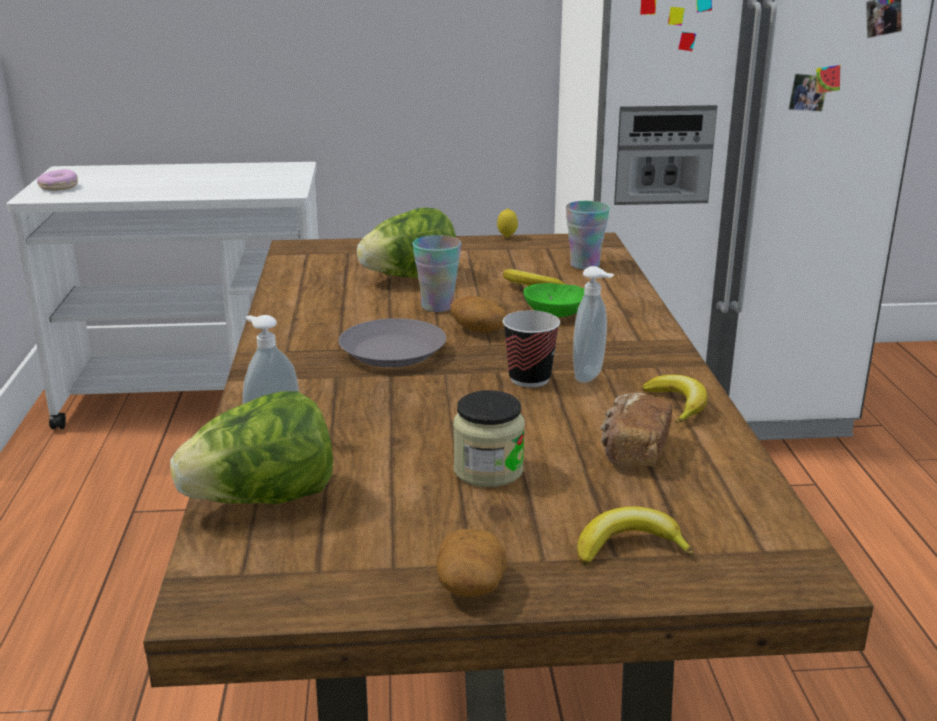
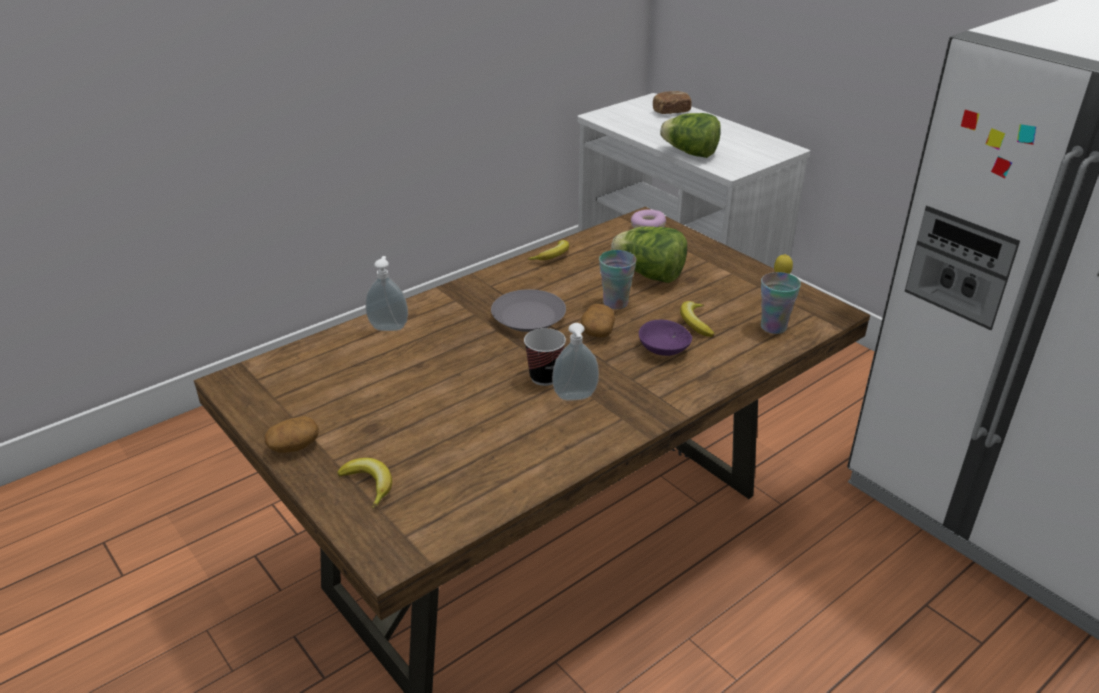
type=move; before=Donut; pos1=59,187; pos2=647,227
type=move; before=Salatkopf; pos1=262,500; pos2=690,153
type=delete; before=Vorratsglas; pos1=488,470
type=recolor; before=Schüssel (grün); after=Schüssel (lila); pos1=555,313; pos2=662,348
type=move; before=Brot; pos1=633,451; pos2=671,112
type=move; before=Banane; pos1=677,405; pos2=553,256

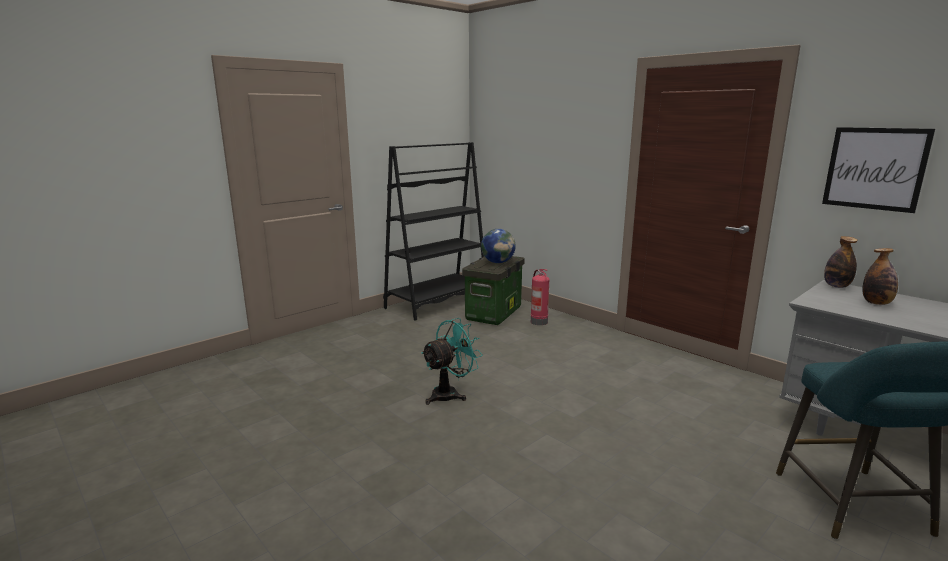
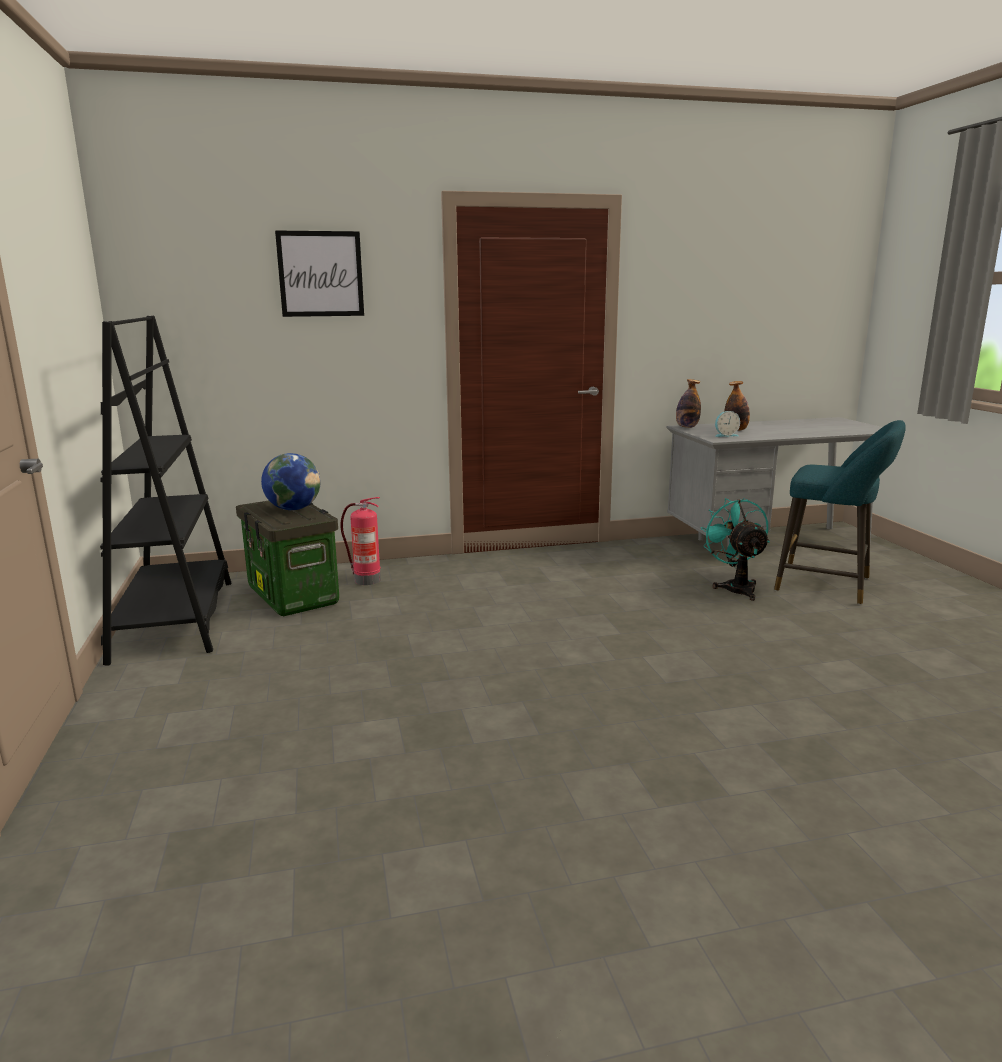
type=move; before=Ventilator (türkis); pos1=450,394; pos2=735,587
type=move; before=Bild; pos1=875,168; pos2=320,274
type=insert; after=Wecker; pos2=725,435

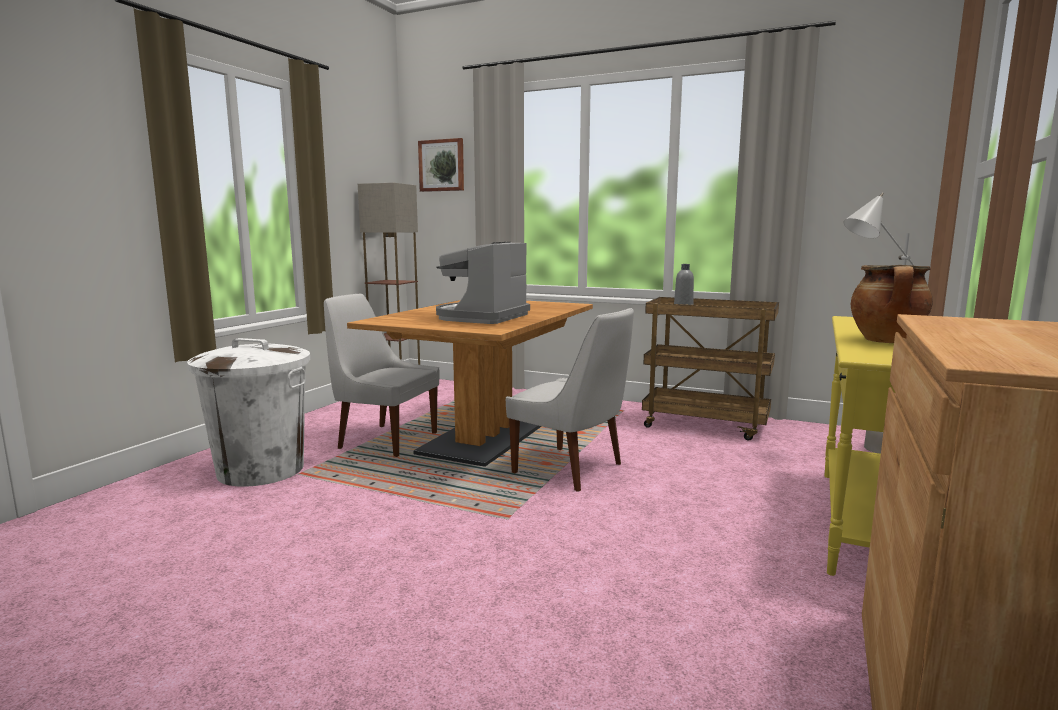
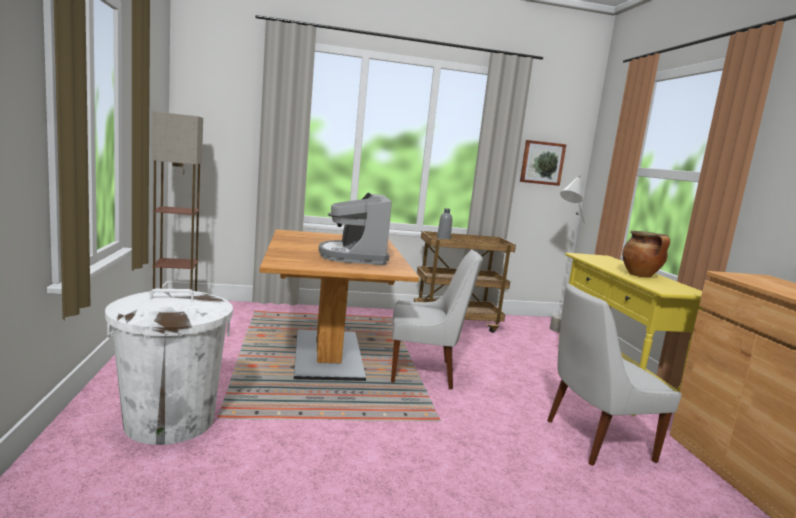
type=move; before=Stuhl (weiß); pos1=385,440; pos2=594,440
type=move; before=Bild; pos1=442,165; pos2=542,163

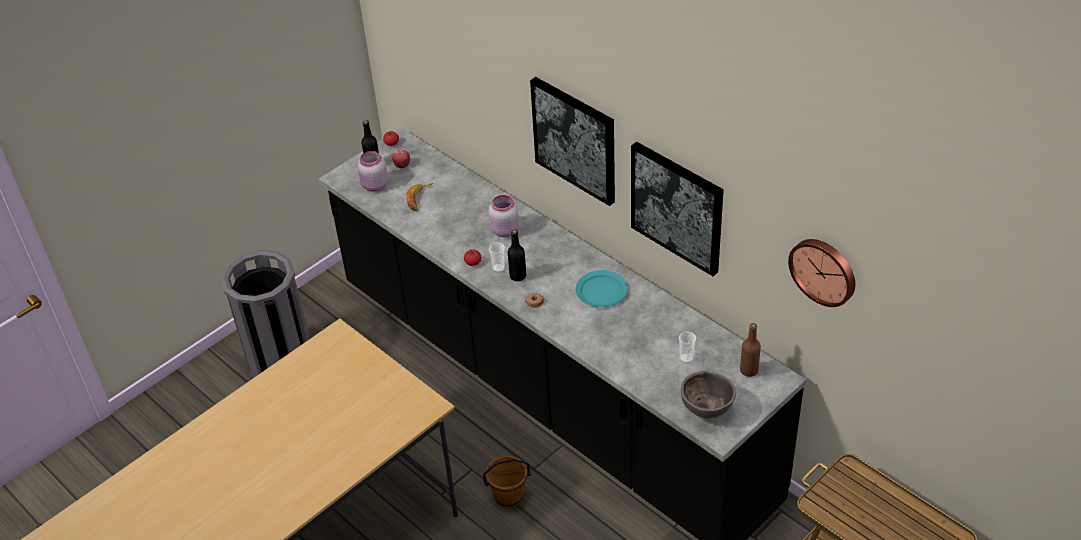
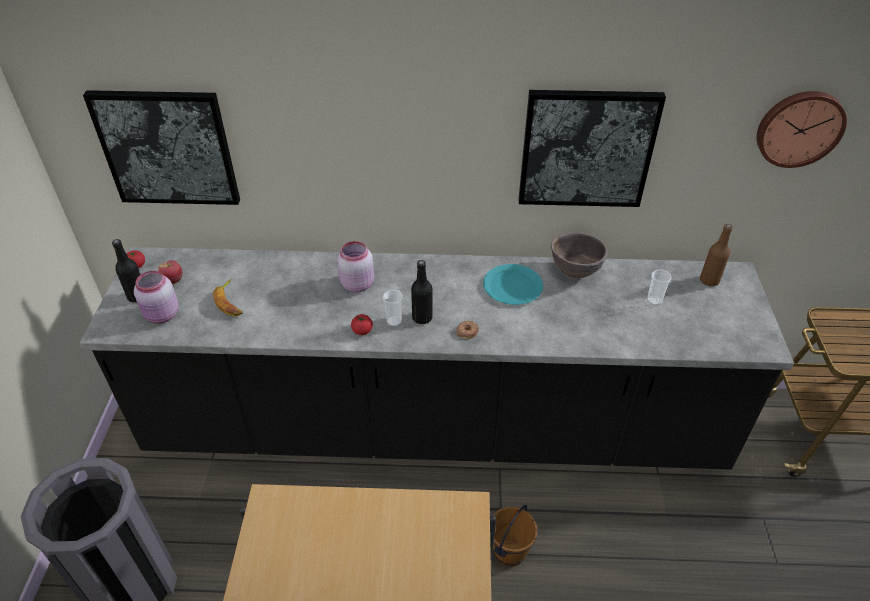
type=move; before=Bild; pos1=575,139; pos2=167,148
type=move; before=Schüssel (braun); pos1=706,410; pos2=575,272

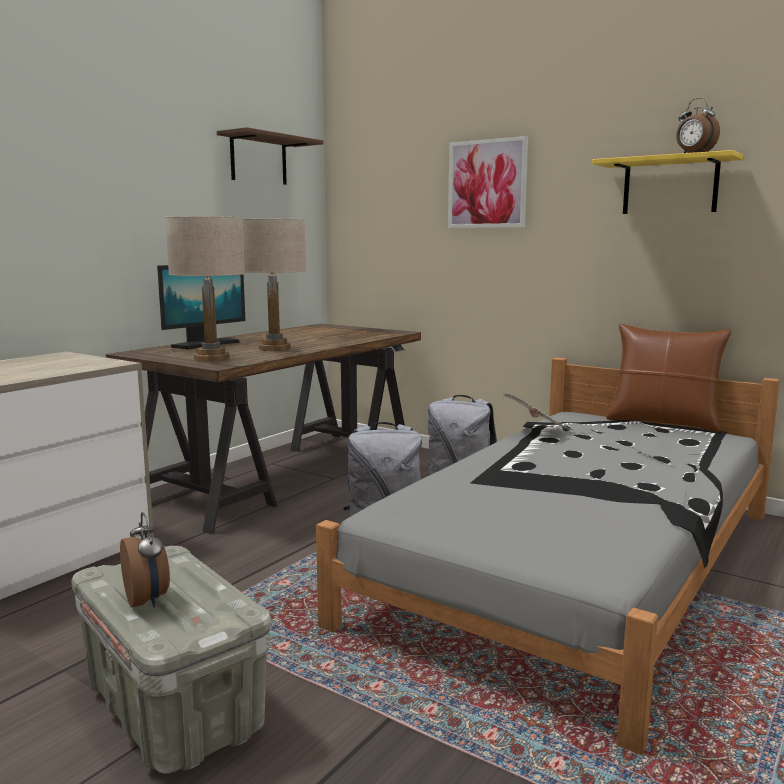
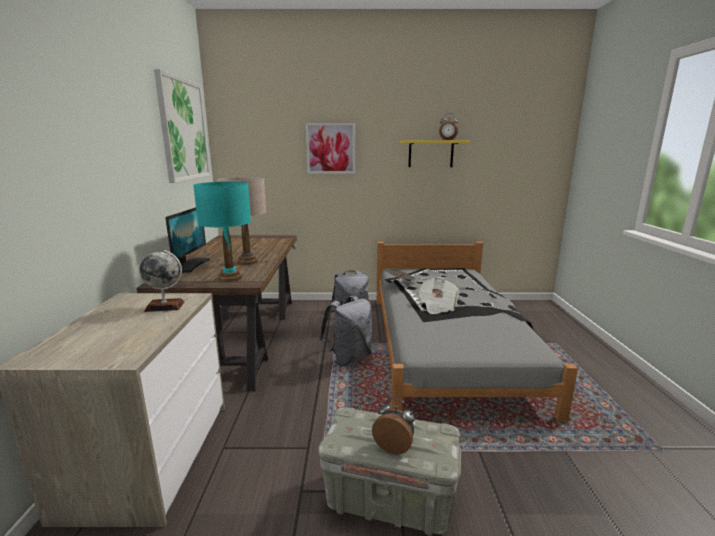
type=recolor; before=Tischlampe (beige); after=Tischlampe (türkis); pos1=212,359; pos2=230,278
type=replace; before=Wandregal (braun); after=Bild; pos1=258,160; pos2=184,130
type=delete; before=Kissen (braun); pos1=663,422
type=insert; after=Globus; pos2=165,306
type=insert; after=Zeitung; pos2=437,306

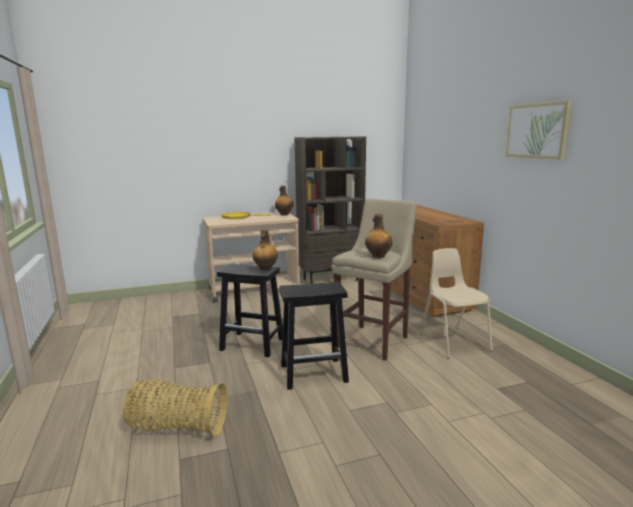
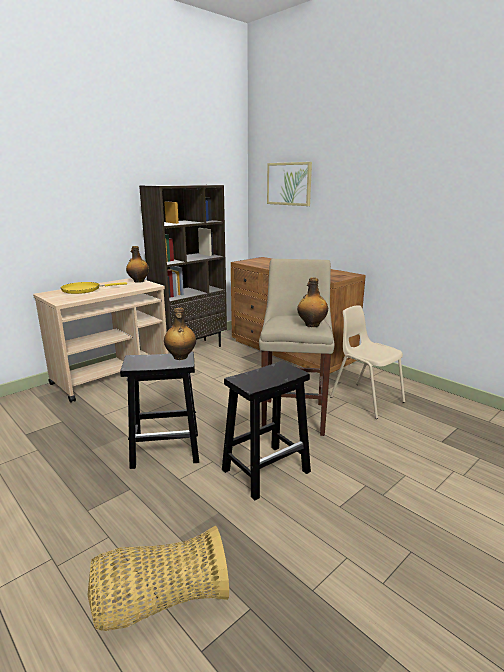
type=move; before=Bild; pos1=537,130; pos2=289,184

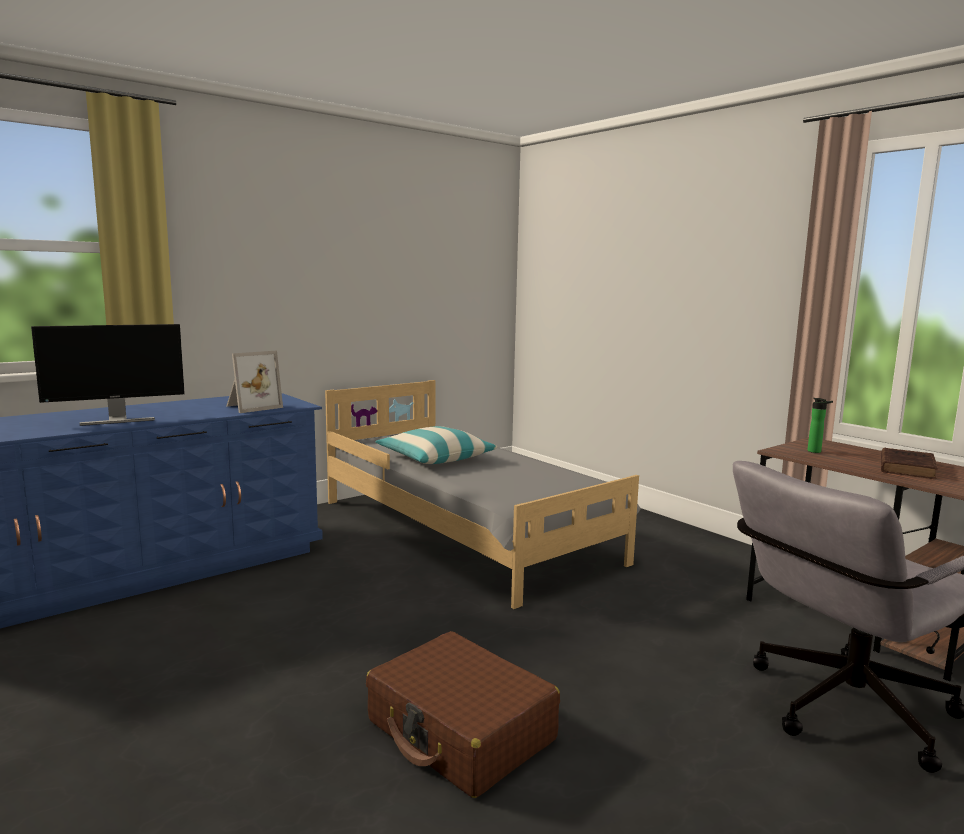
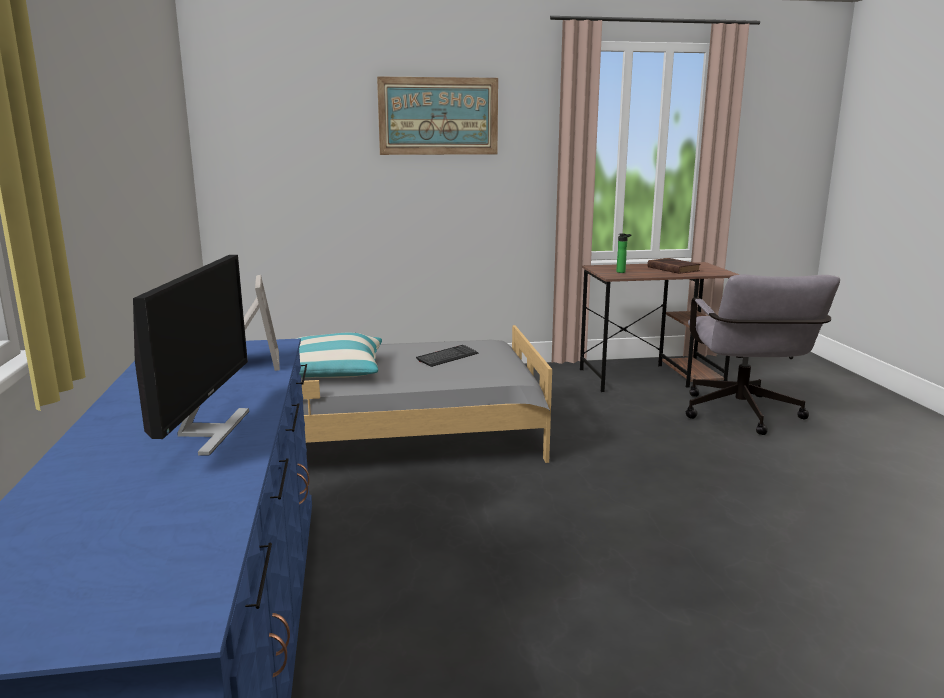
type=delete; before=Koffer (braun); pos1=461,731
type=insert; after=Bild; pos2=438,116
type=insert; after=Tastatur; pos2=447,357

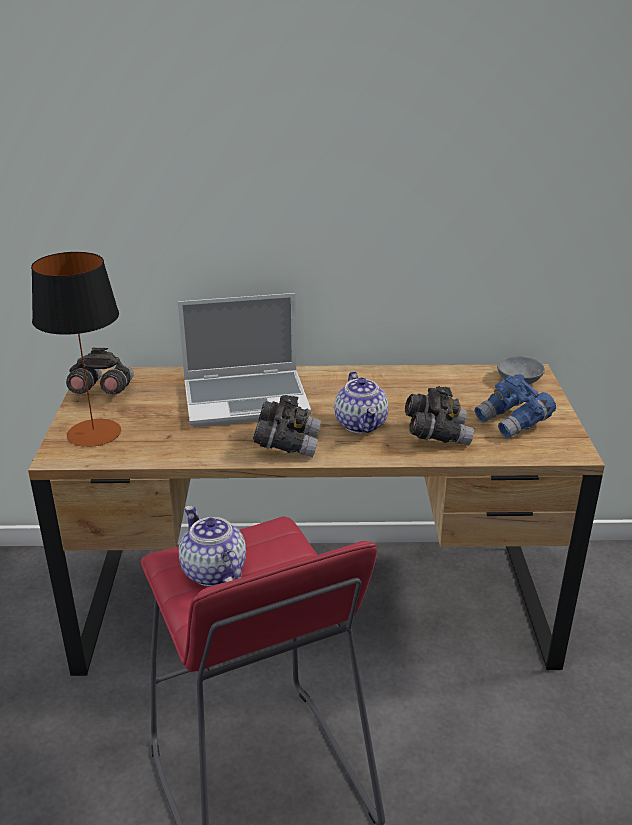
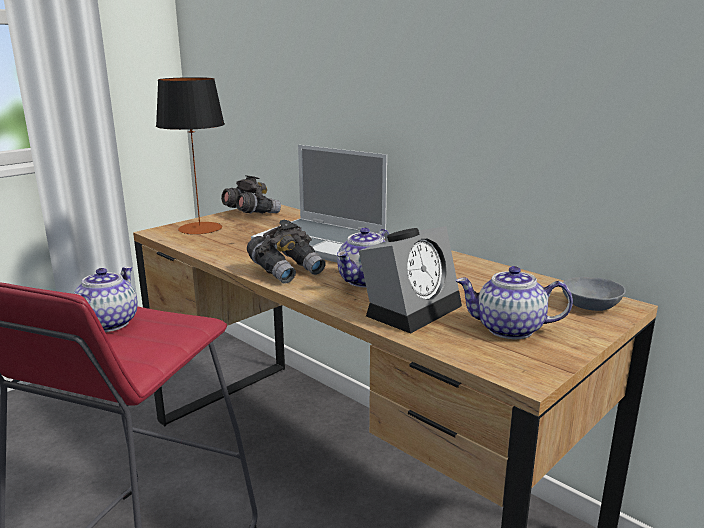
type=replace; before=Fernglas (grau); after=Wecker; pos1=436,434; pos2=412,308
type=replace; before=Fernglas (blau); after=Teekanne; pos1=513,422; pos2=509,329

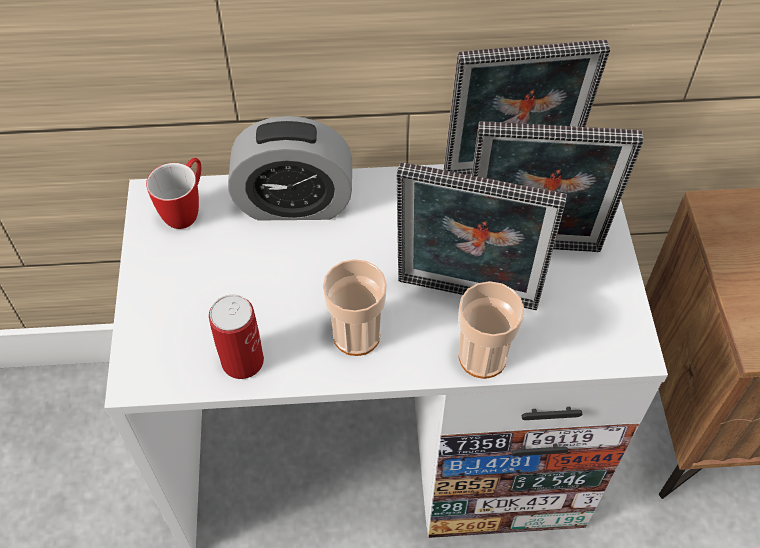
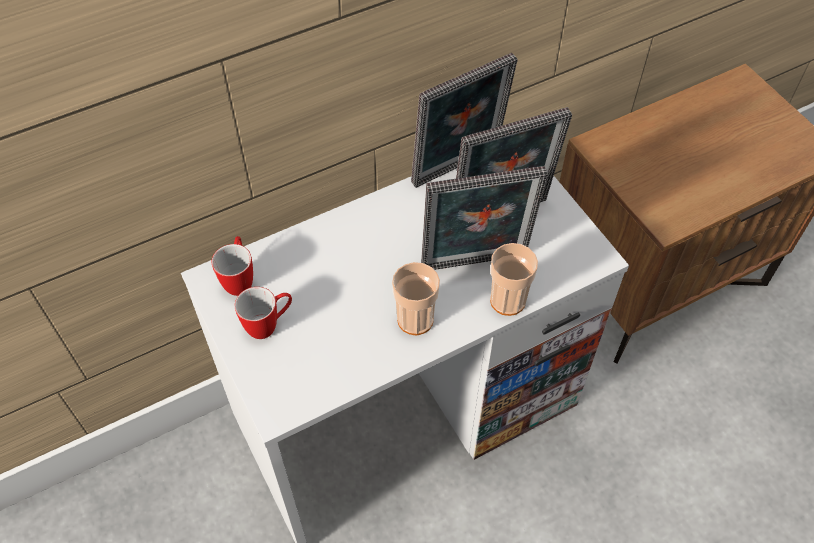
type=delete; before=Dose; pos1=242,361
type=delete; before=Wecker; pos1=294,203
type=insert; after=Henkelbecher; pos2=269,325

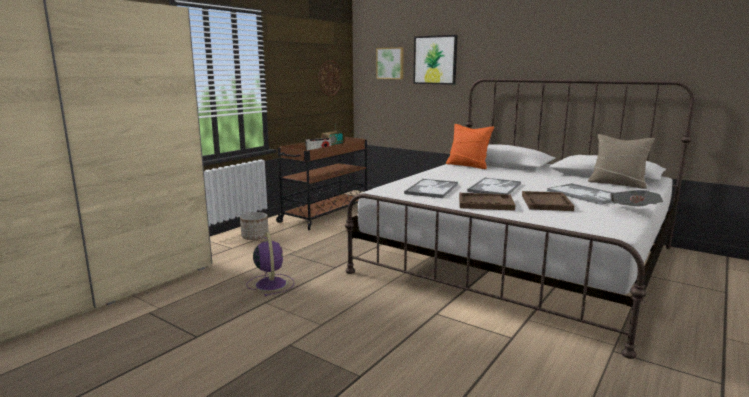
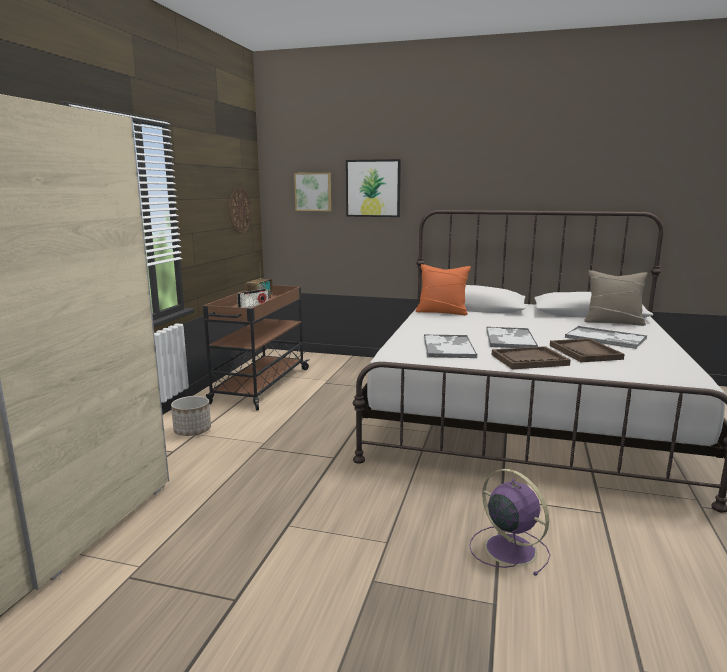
type=move; before=Ventilator (lila); pos1=270,284; pos2=508,548
type=delete; before=Zeitung; pos1=633,211

